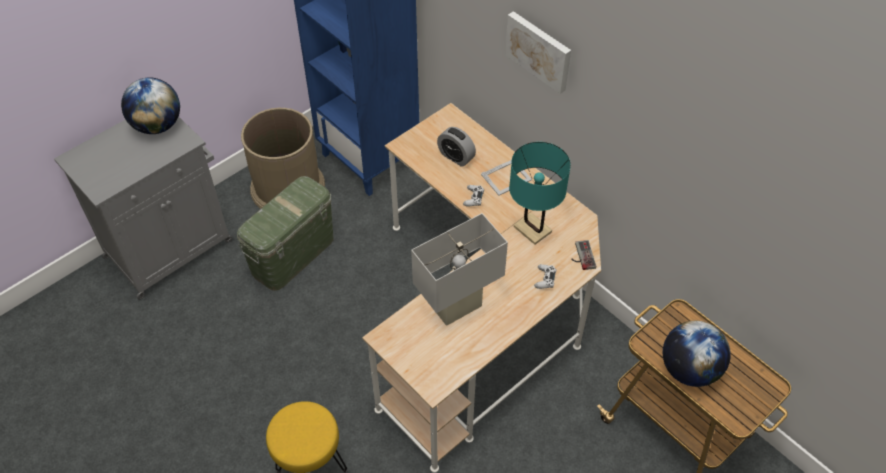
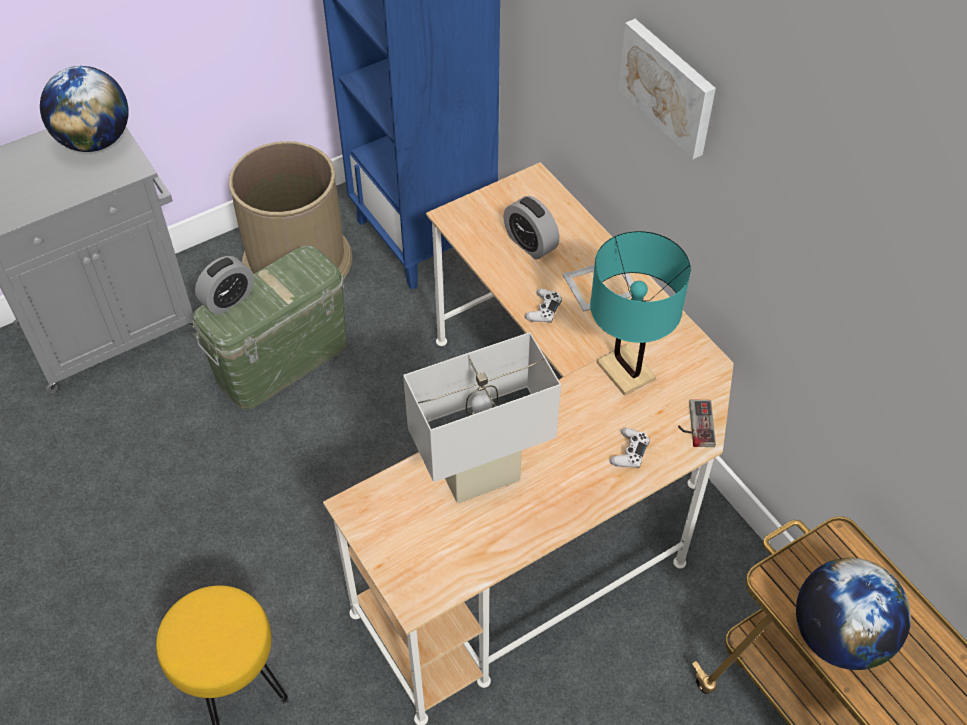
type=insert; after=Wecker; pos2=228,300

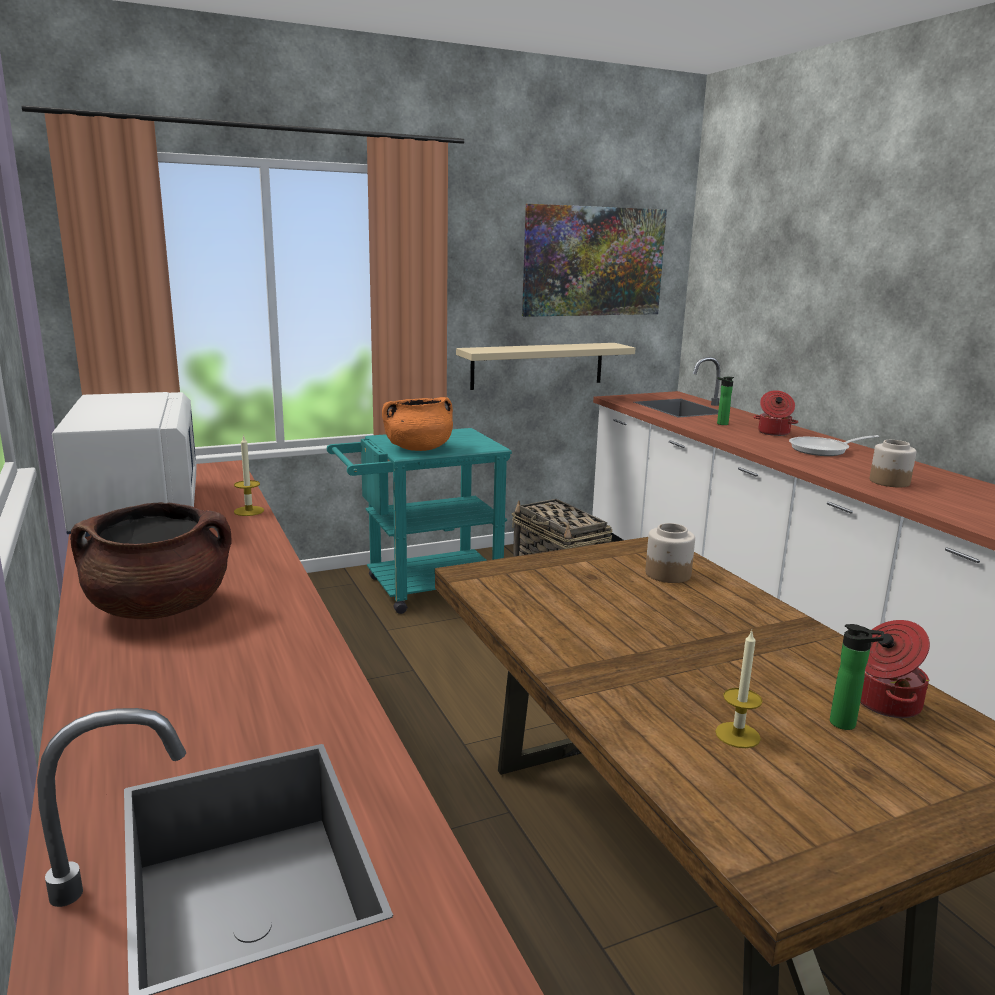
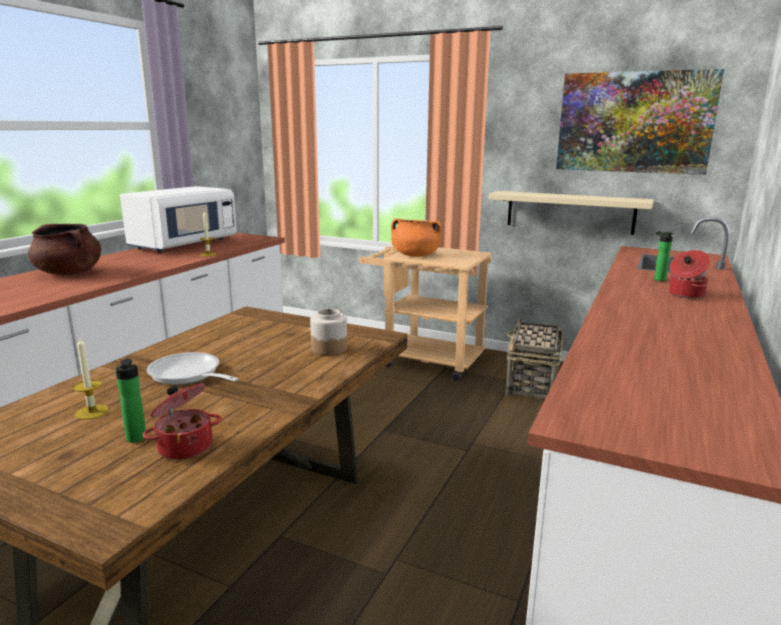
type=recolor; before=Rollwagen (türkis); after=Rollwagen (beige); pos1=421,589; pos2=424,360
type=move; before=Pfanne; pos1=823,450; pos2=188,375
type=delete; before=Vorratsglas; pos1=889,482

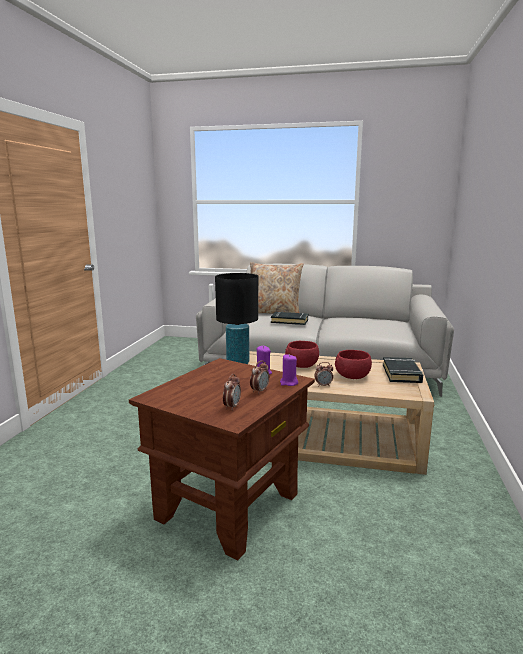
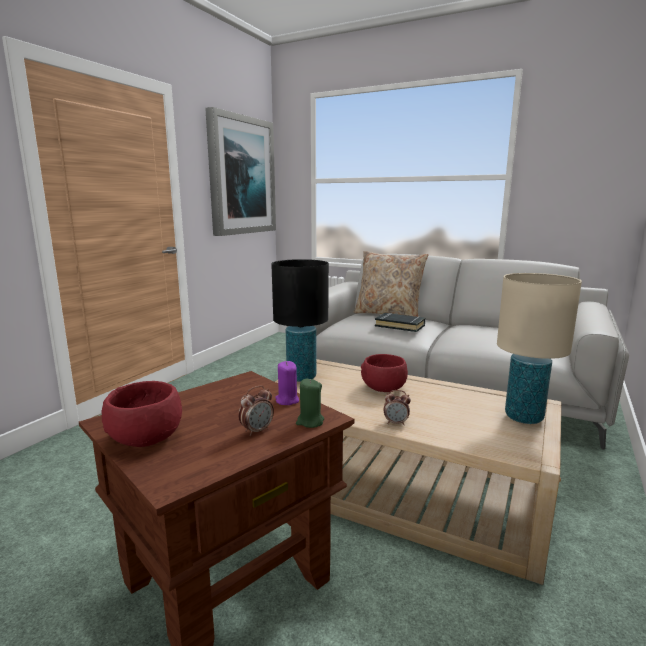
type=delete; before=Wecker; pos1=232,407
type=recolor; before=Kerze (lila); after=Kerze (grün); pos1=289,383; pos2=310,422
type=move; before=Schüssel (rot); pos1=352,376; pos2=145,438
type=replace; before=Buch (schwarz); after=Tischlampe (beige); pos1=401,373; pos2=524,417
type=insert; after=Bild; pos2=241,176

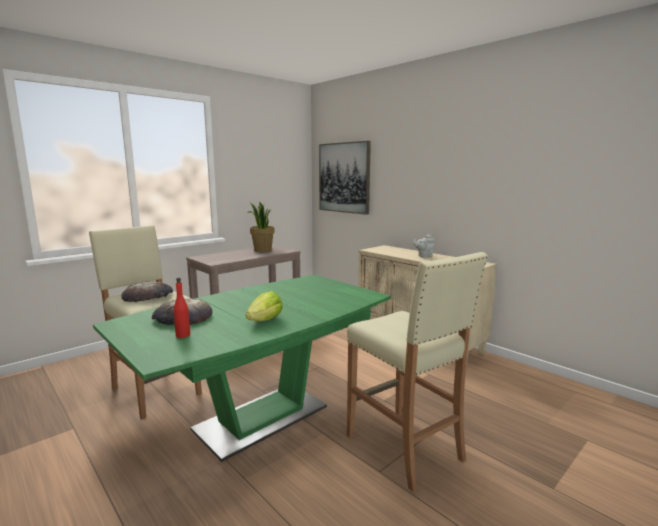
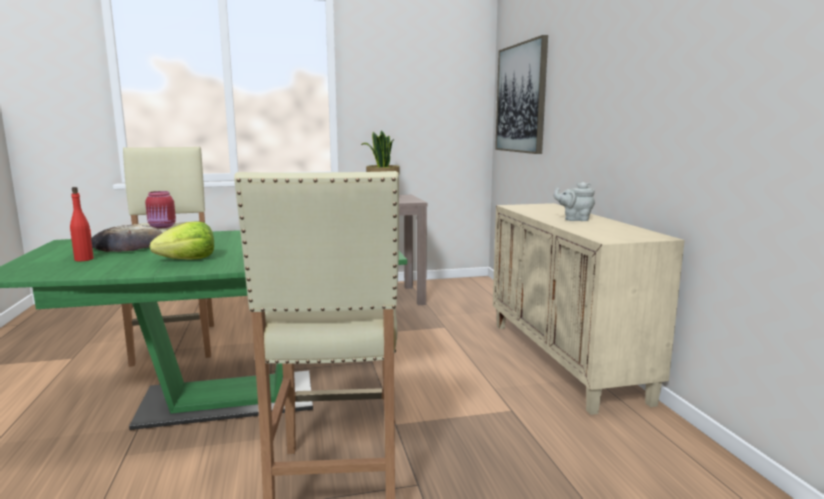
type=replace; before=Brot; after=Vorratsglas (rot); pos1=148,296; pos2=162,227

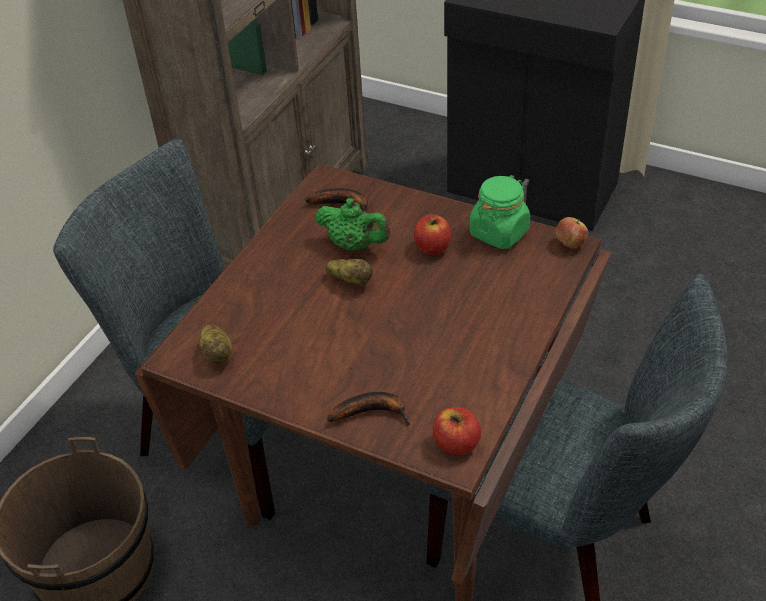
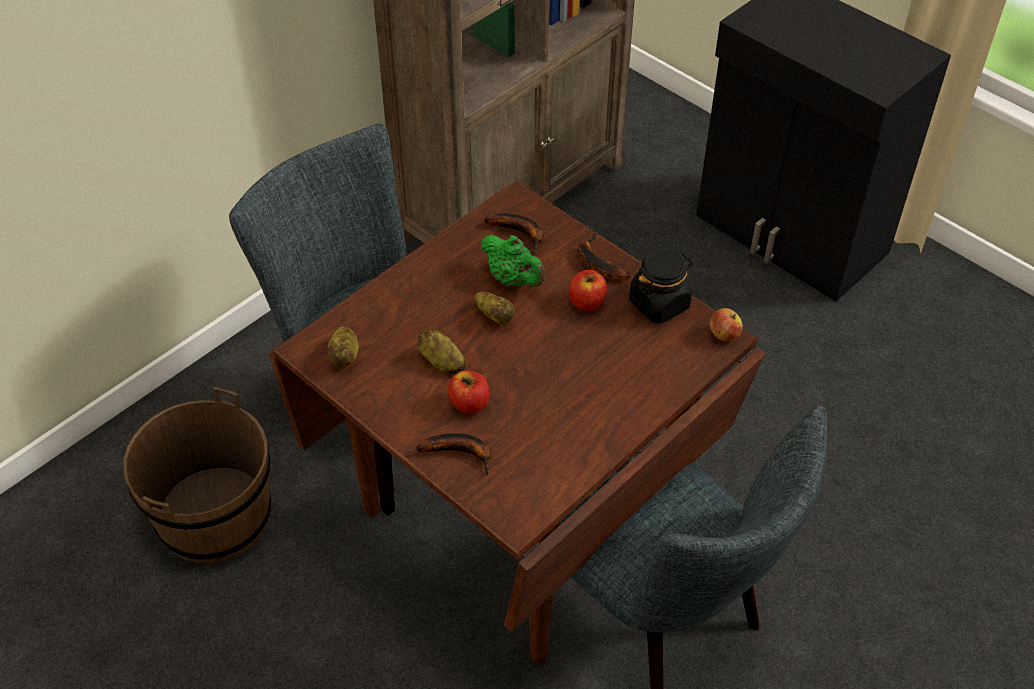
type=move; before=Apfel; pos1=456,443; pos2=469,403
type=recolor; before=Vorratsglas (grün); after=Vorratsglas (schwarz); pos1=499,232; pos2=659,303
type=insert; after=Kartoffel; pos2=441,362
type=insert; after=Banane; pos2=596,263

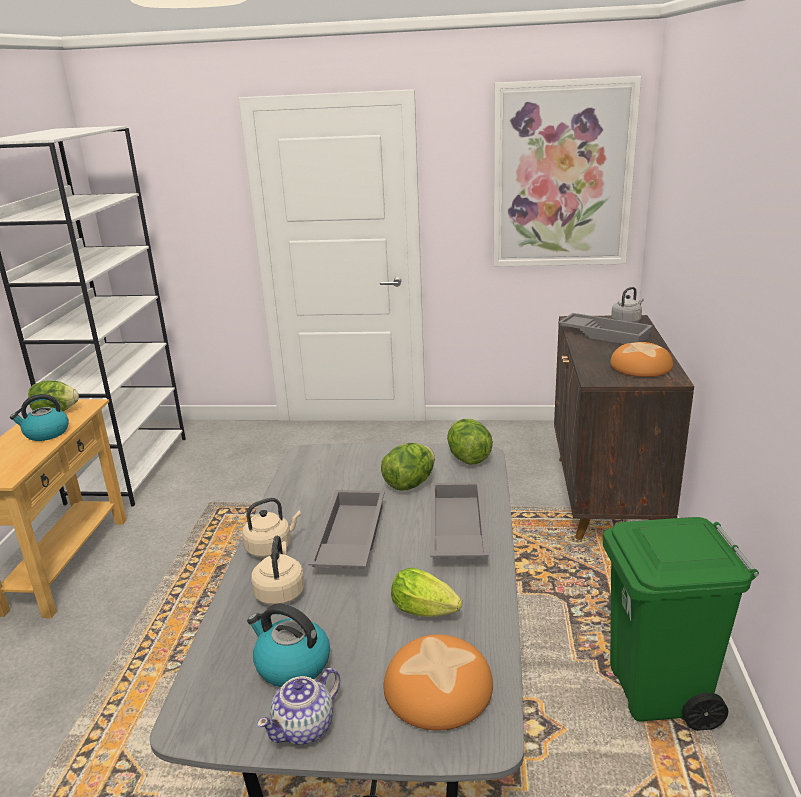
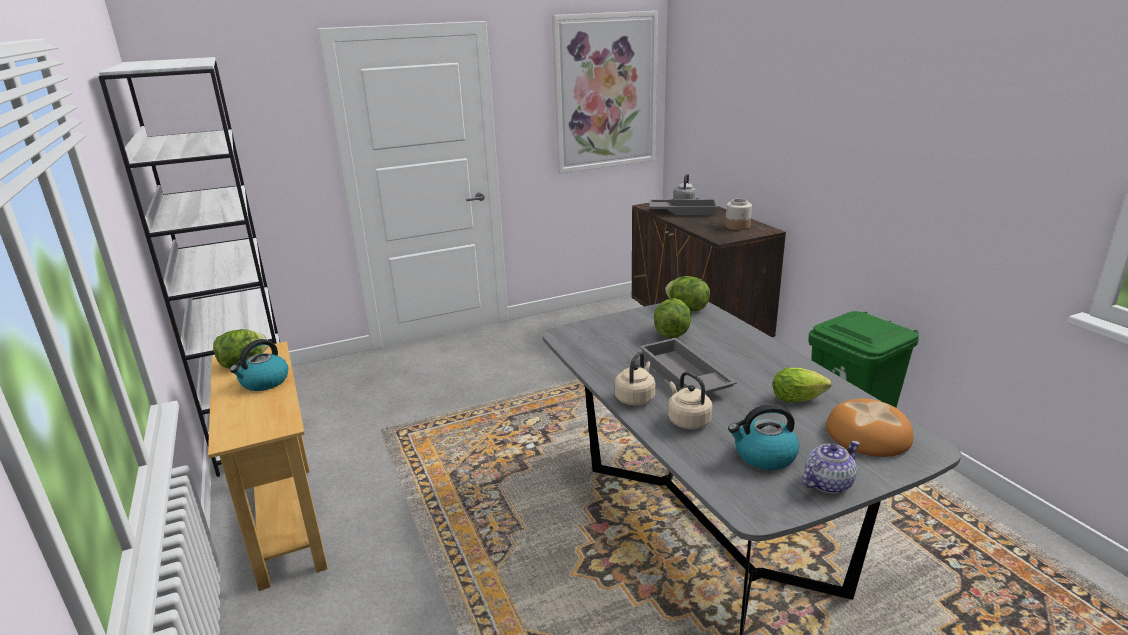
type=rotate; before=Teekanne; pos1=305,727; pos2=827,483; turn=-135
type=delete; before=Tablett (grau); pos1=455,530
type=replace; before=Brot; after=Vorratsglas; pos1=641,367; pos2=737,226

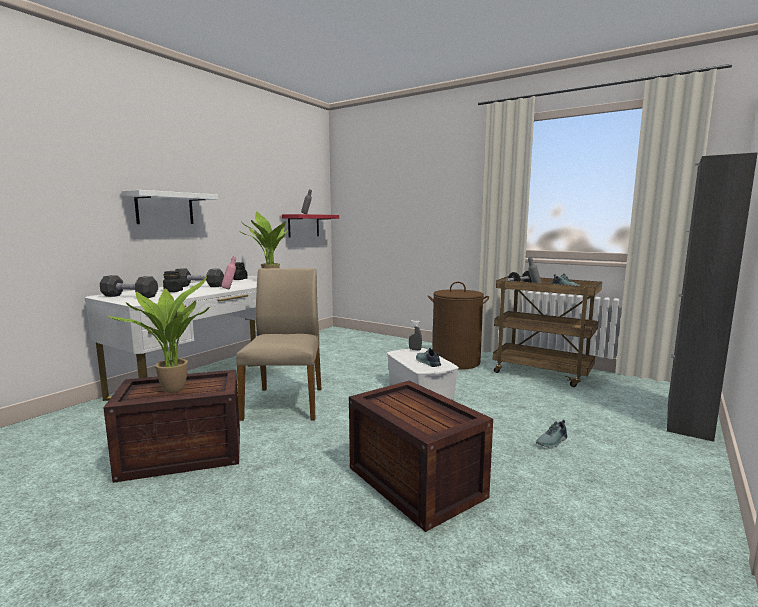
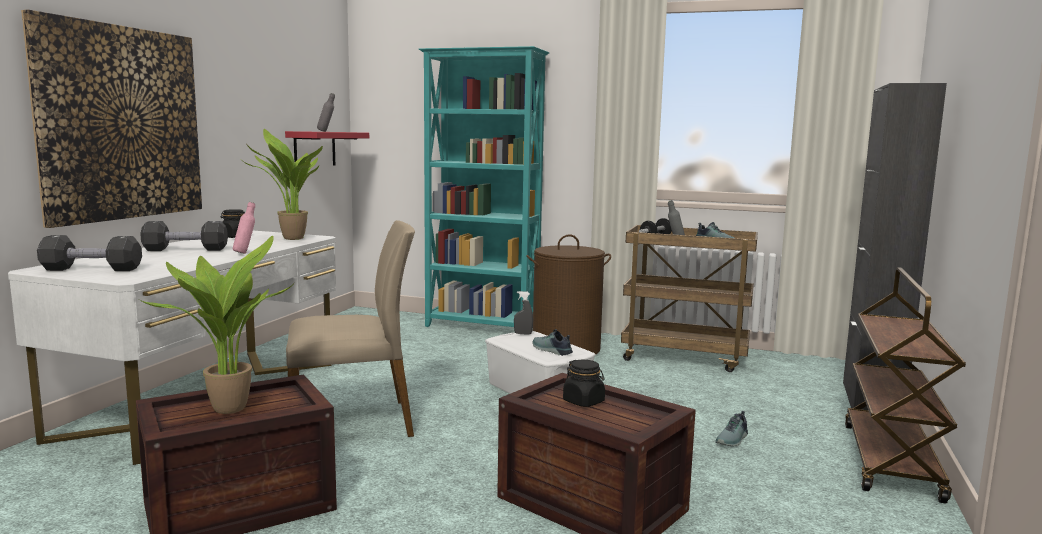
type=replace; before=Wandregal (weiß); after=Bild; pos1=165,208; pos2=121,123
type=move; before=Vorratsglas (schwarz); pos1=173,291; pos2=584,401
type=rotate; before=Stuhl (beige); pos1=285,402; pos2=352,422; turn=90
type=insert; after=Bücherregal (türkis); pos2=482,327
type=insert; after=Rollwagen (braun); pos2=891,462

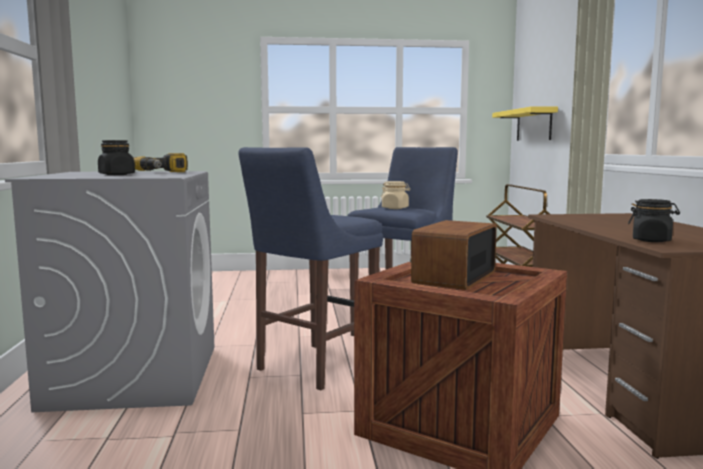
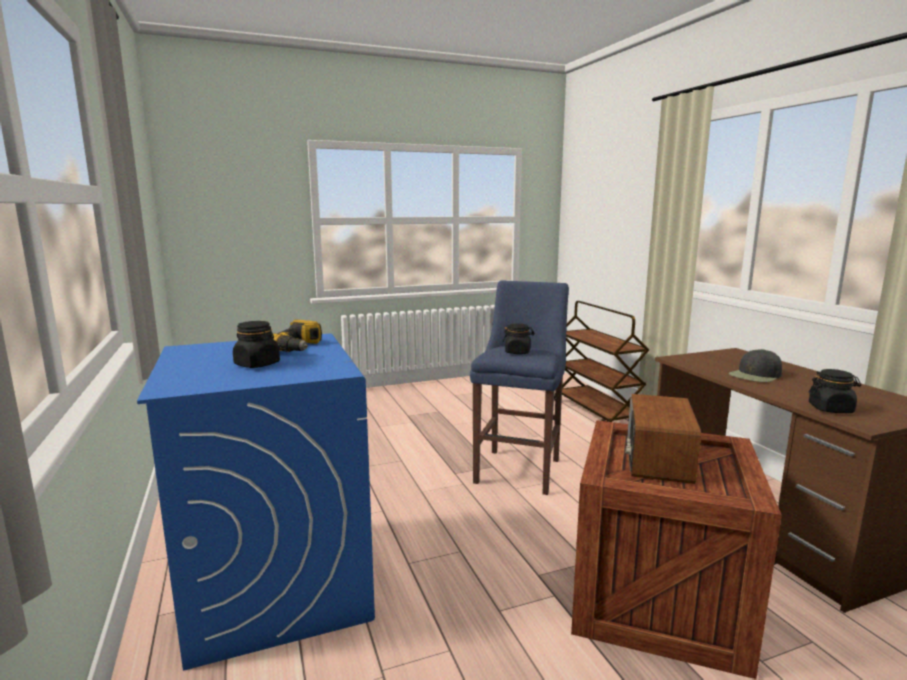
type=recolor; before=Waschmaschine (grau); after=Waschmaschine (blau); pos1=134,376; pos2=276,583
type=delete; before=Hocker (blau); pos1=312,367
type=recolor; before=Vorratsglas (beige); after=Vorratsglas (schwarz); pos1=395,208; pos2=518,352
type=delete; before=Wandregal (gelb); pos1=534,125
type=insert; after=Kappe (schwarz); pos2=755,375

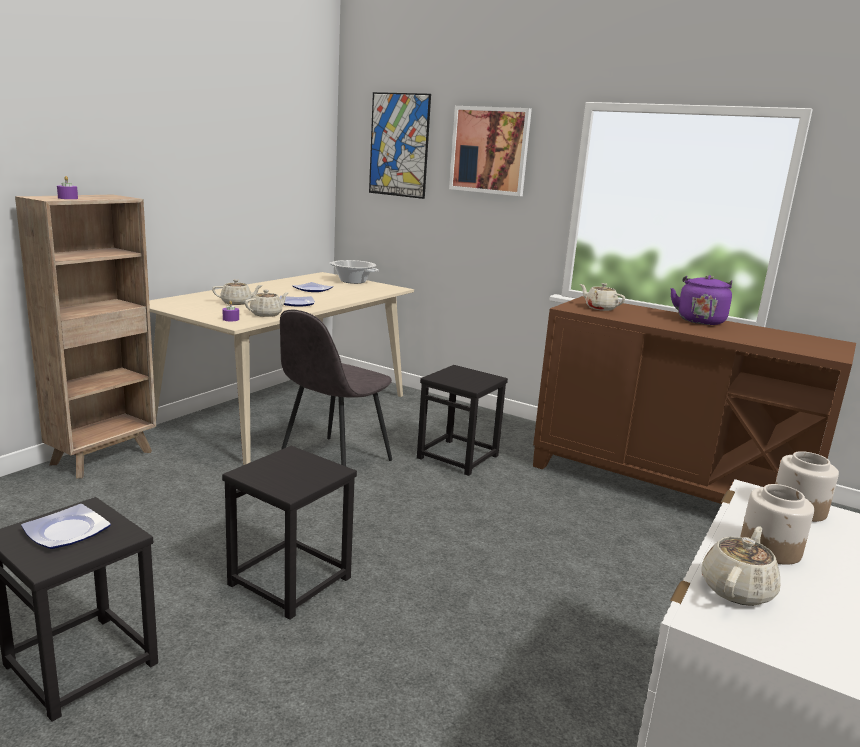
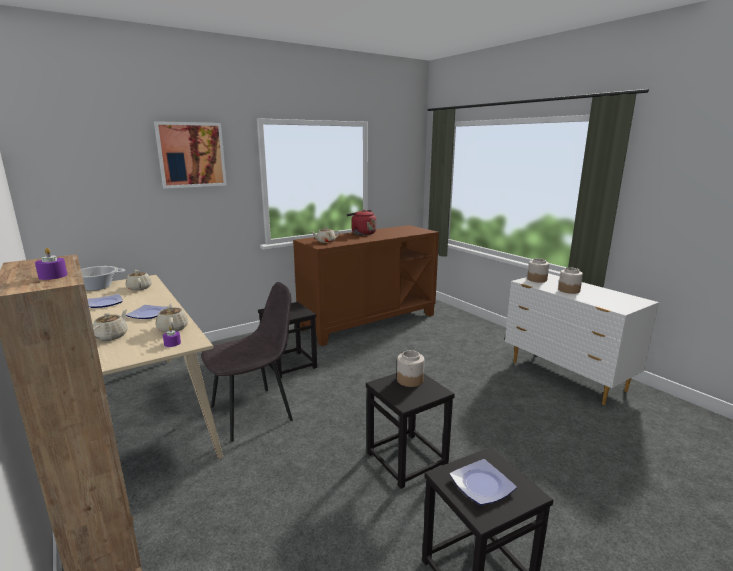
type=rotate; before=Stuhl (grau); pos1=333,461; pos2=253,412; turn=-90
type=delete; before=Bild; pos1=399,145
type=recolor; before=Wasserkessel (lila); after=Wasserkessel (rot); pos1=699,320; pos2=362,233
type=move; before=Teekanne (beige); pos1=737,589; pos2=139,288
type=insert; after=Vorratsglas; pos2=410,380

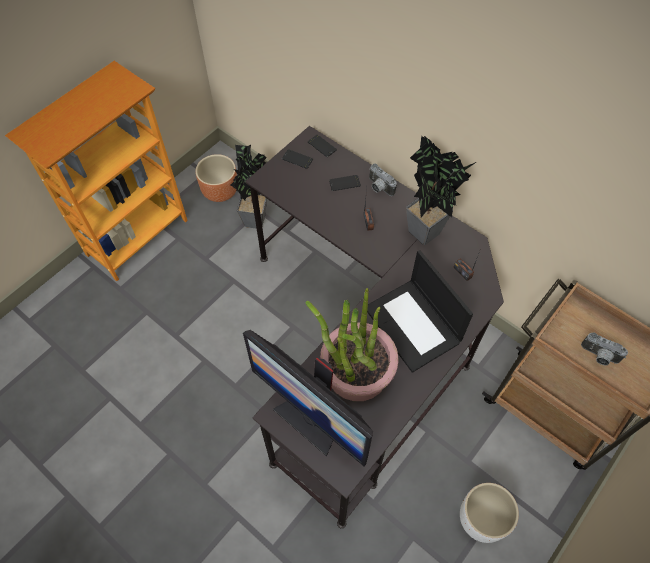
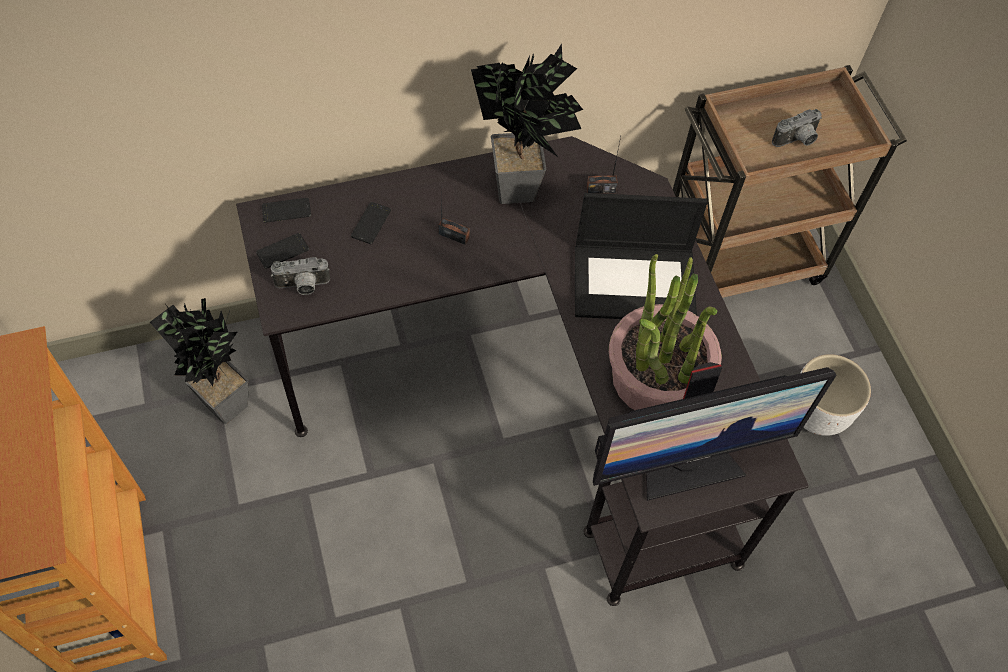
type=delete; before=Pflanzkübel (braun); pos1=220,192
type=move; before=Kamera; pos1=379,188; pos2=303,287

